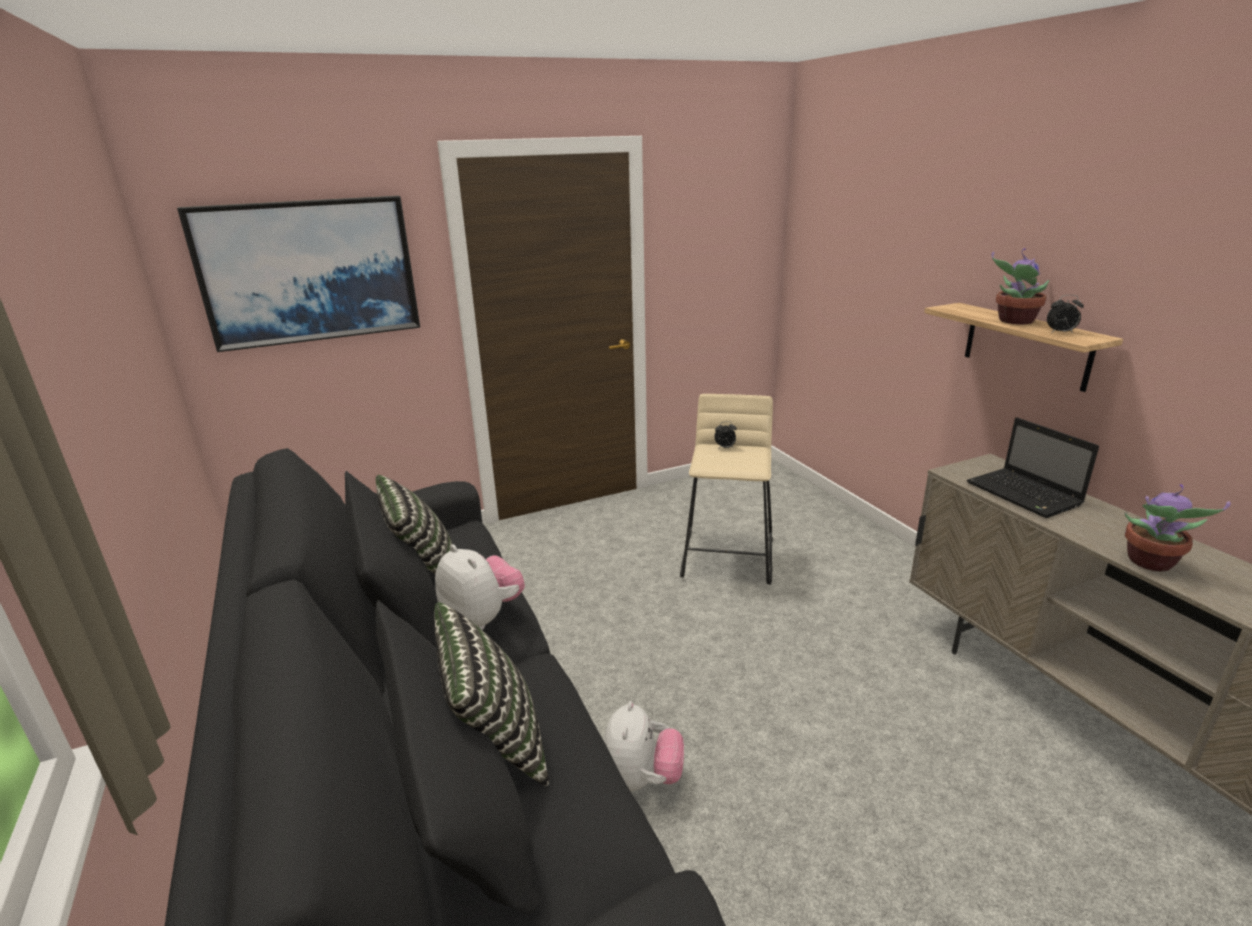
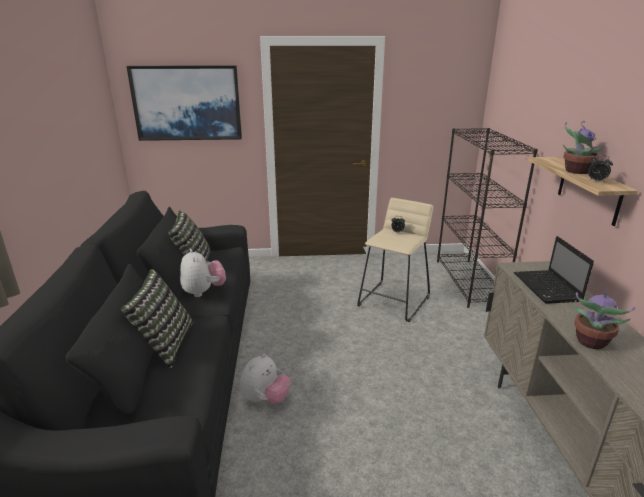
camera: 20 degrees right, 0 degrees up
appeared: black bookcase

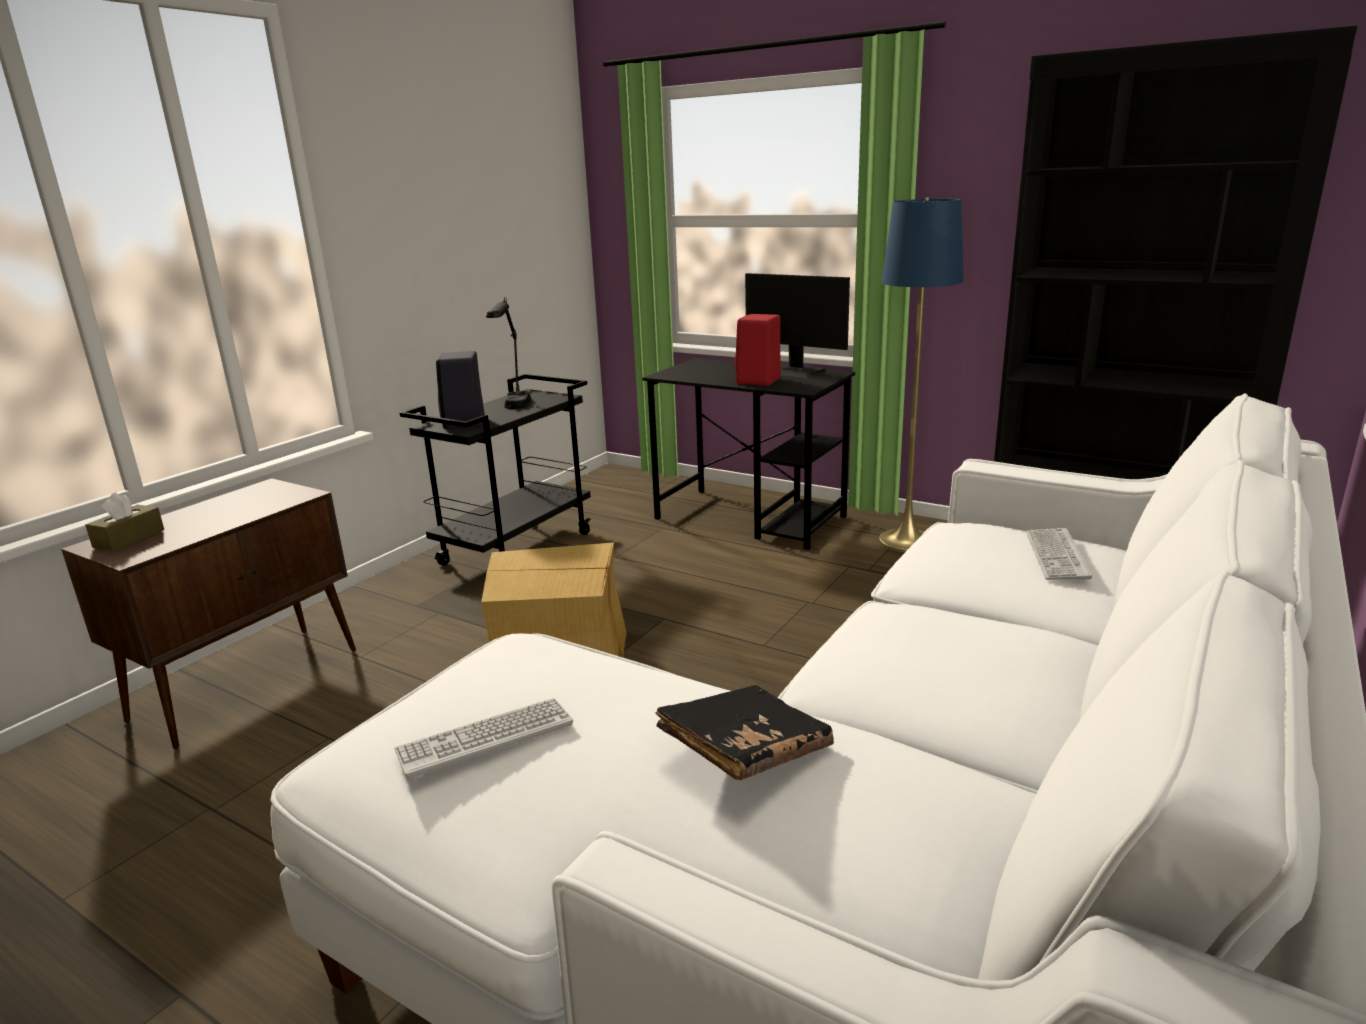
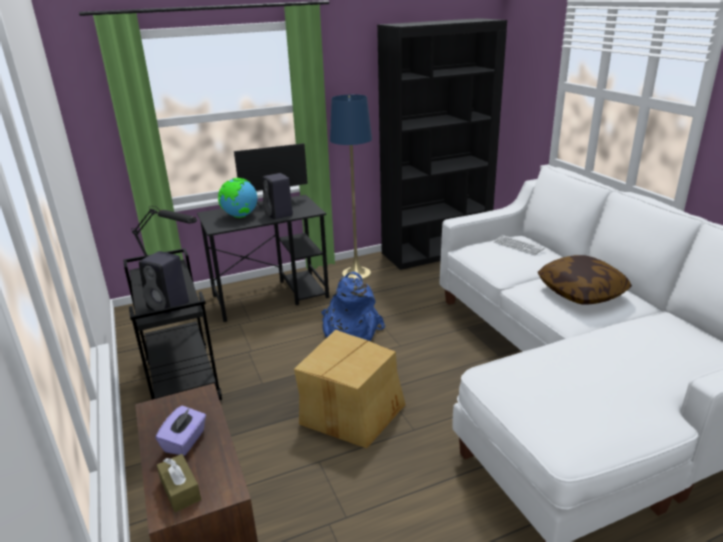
camera: 55 degrees left, 5 degrees up
missing: keyboard (no. 1 from left); black book
appeared: purple tissue box; globe; blue backpack; pillow
colour: red speaker to black speaker (no. 2 from left)

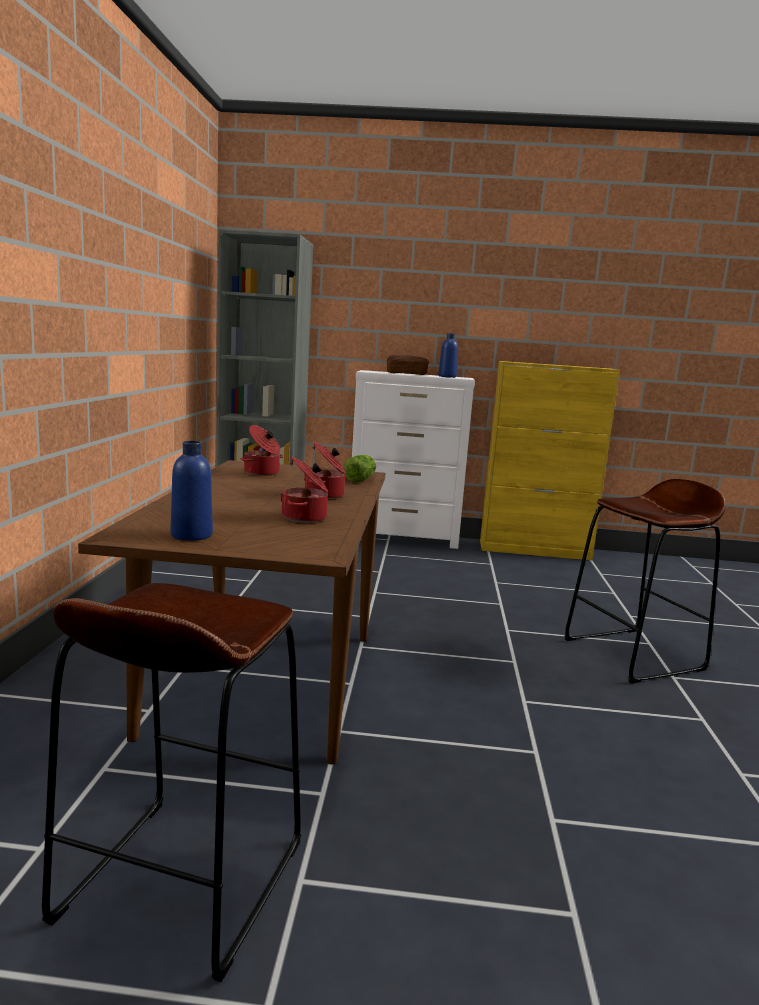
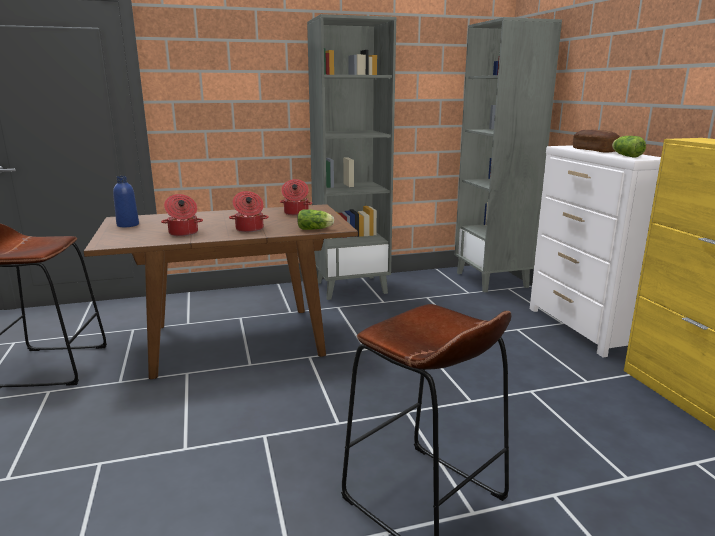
camera: 70 degrees right, 5 degrees up
appeared: grey bookcase (no. 1 from left)
exchanged: blue bottle (no. 2 from left) to lettuce (no. 2 from left)

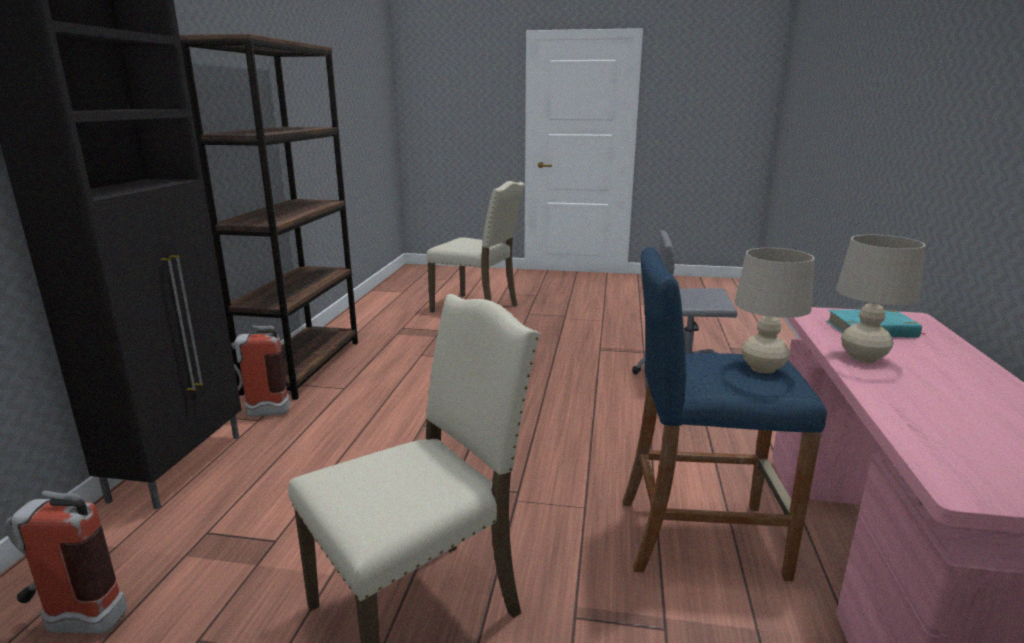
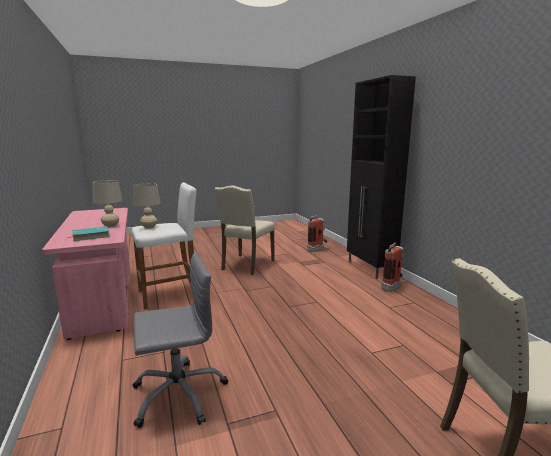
camera: 150 degrees right, 5 degrees down
missing: brown bookcase
colour: blue stool to white stool

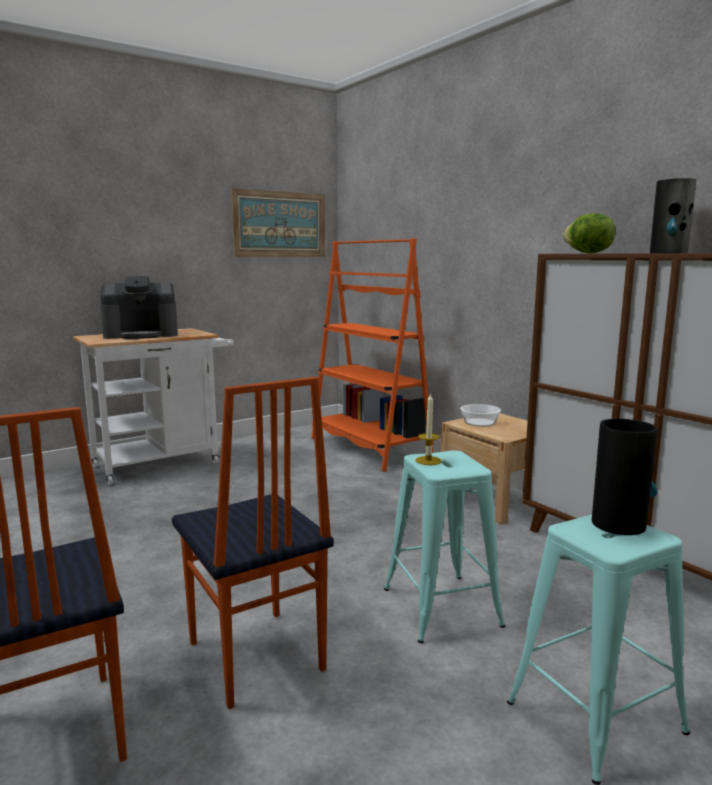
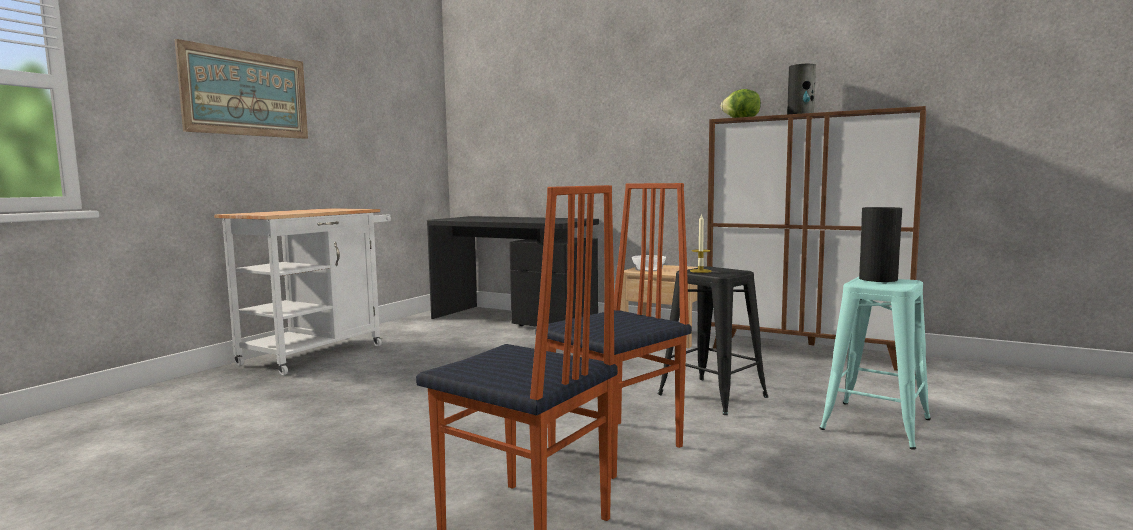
camera: 25 degrees left, 5 degrees down
missing: coffee machine
relocated: picture
exchanged: orange bookcase to black desk
colour: turquoise stool (no. 1 from left) to black stool
spun: chair (no. 2 from left) 75 degrees counterclockwise

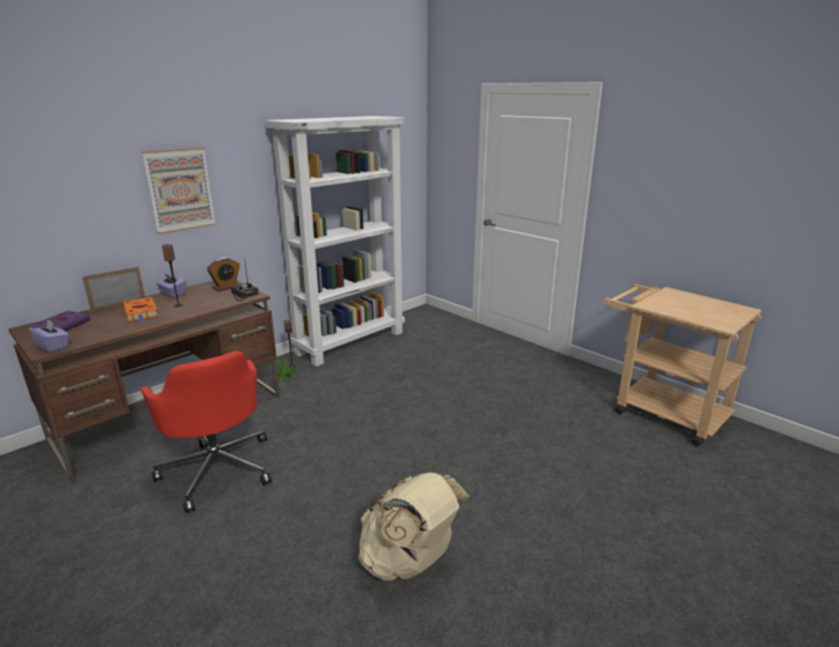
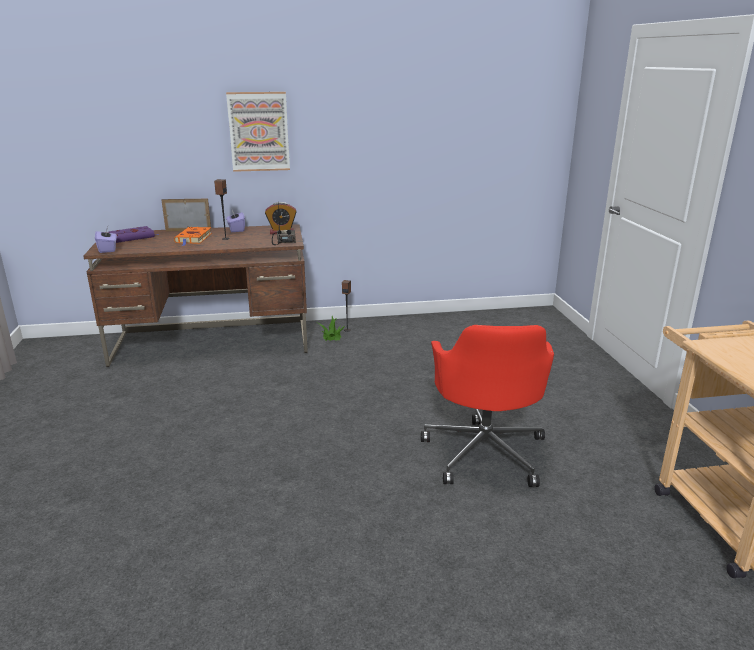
camera: 35 degrees right, 0 degrees up
missing: white bookcase; beige backpack
relocated: red office chair

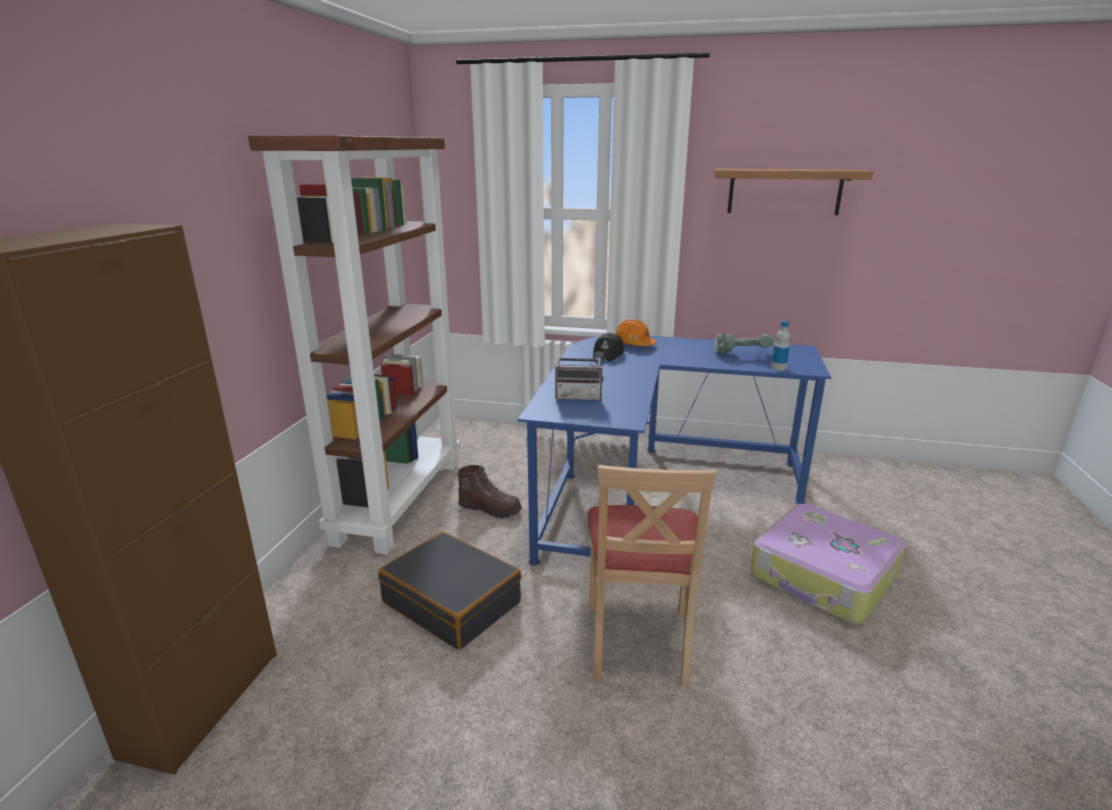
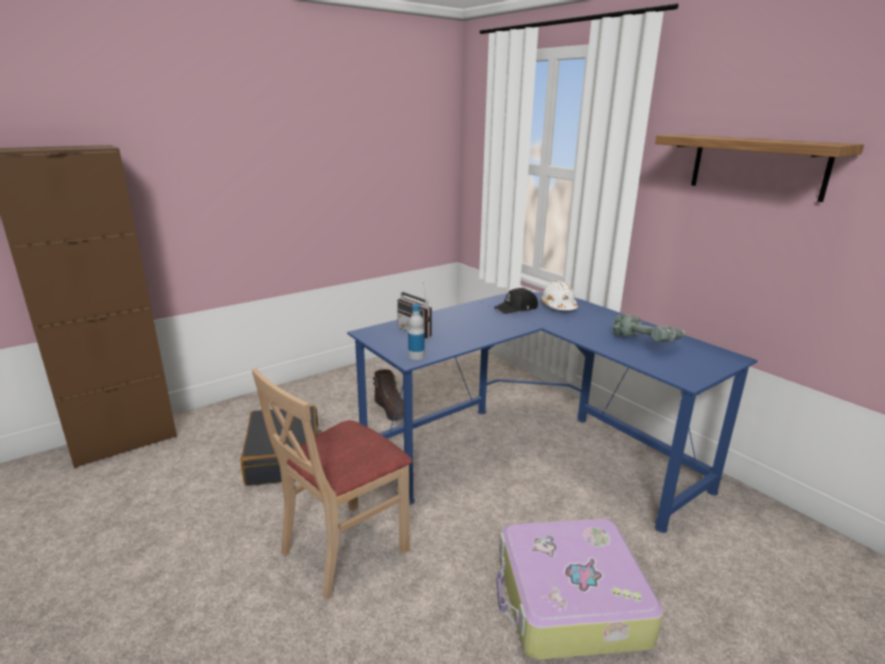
camera: 40 degrees right, 0 degrees up
missing: brown bookcase
relocated: bottle
colour: orange hard hat to white hard hat

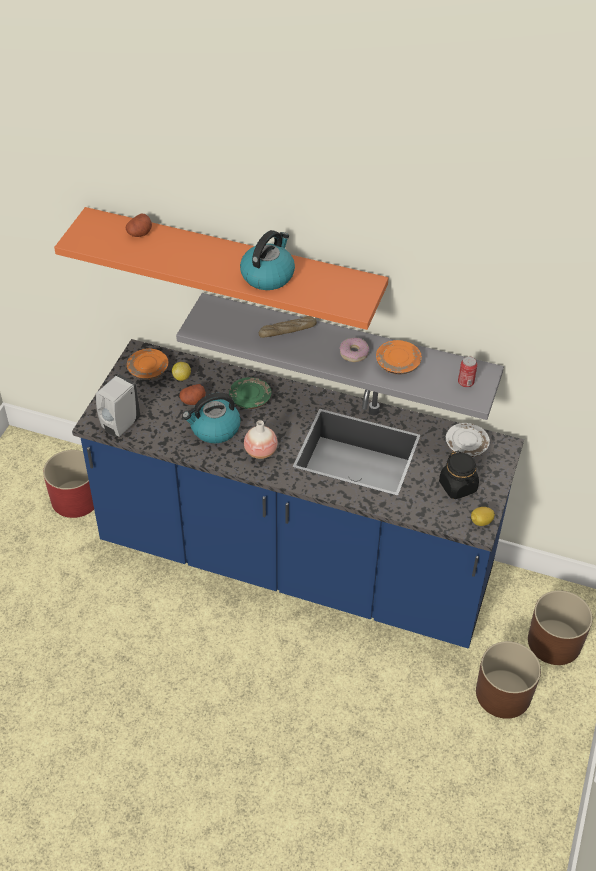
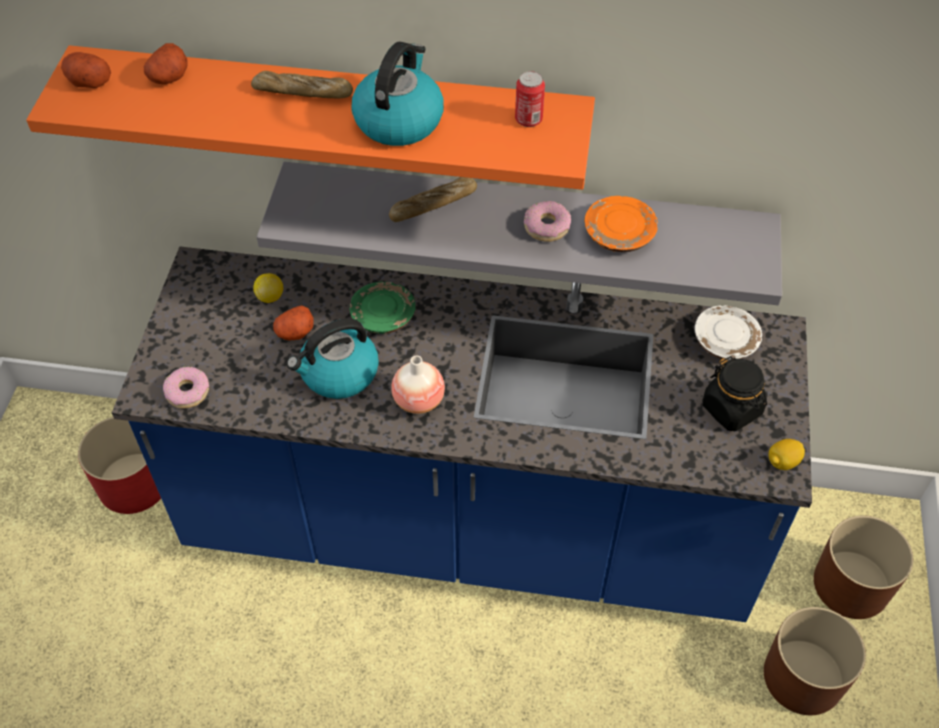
camera: 10 degrees left, 5 degrees up
missing: orange plate (no. 1 from left)
appeared: potato (no. 1 from left); bread (no. 1 from left)
relocated: can
exchanged: white soap dispenser to donut (no. 1 from left)

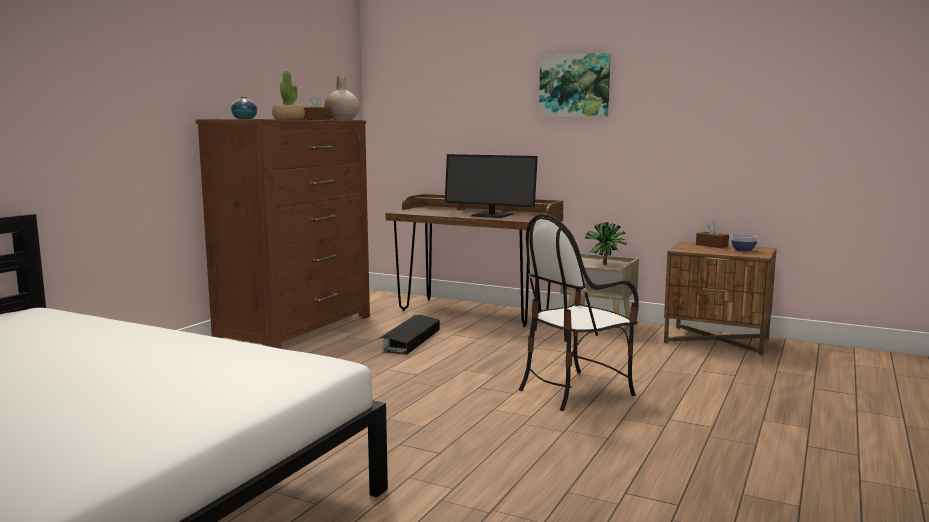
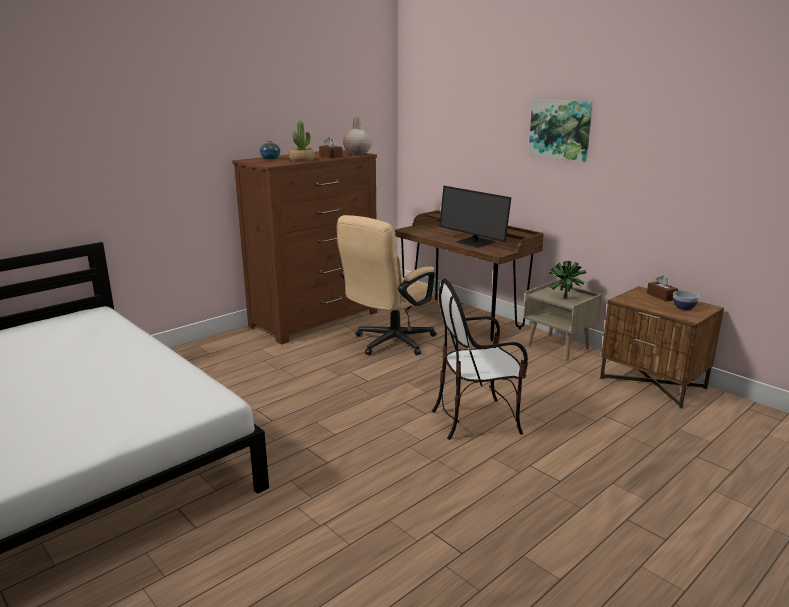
camera: 20 degrees right, 10 degrees up
exchanged: black storage box to beige office chair

